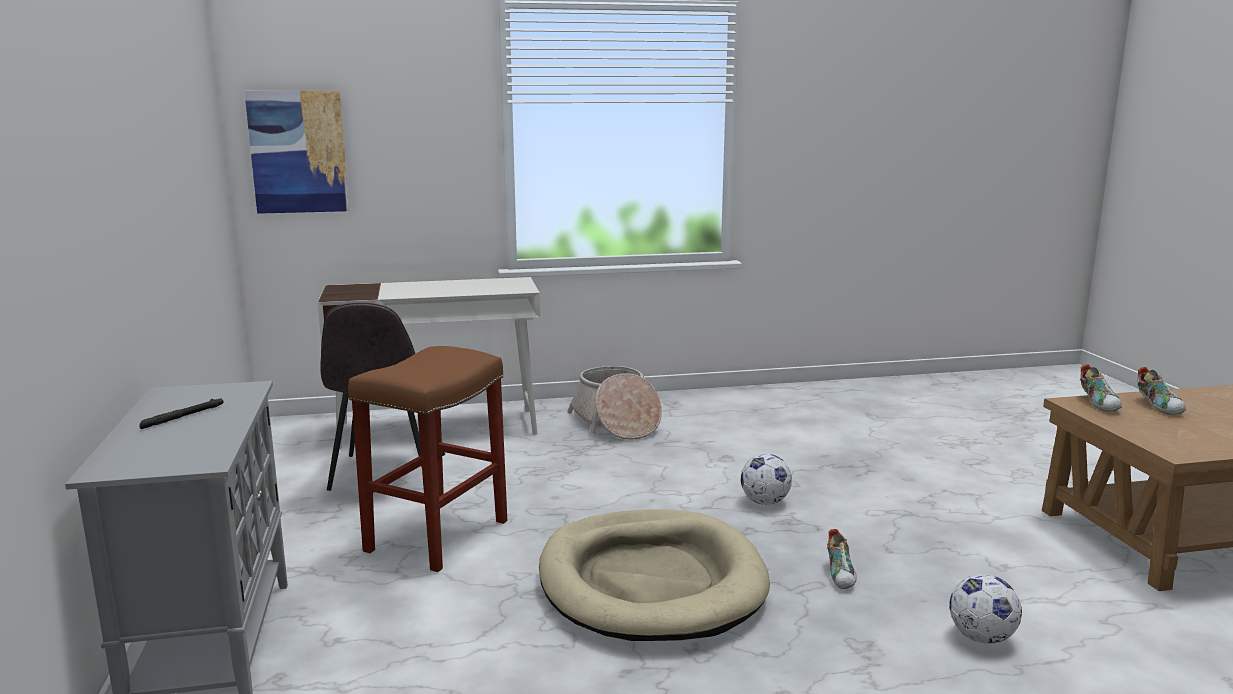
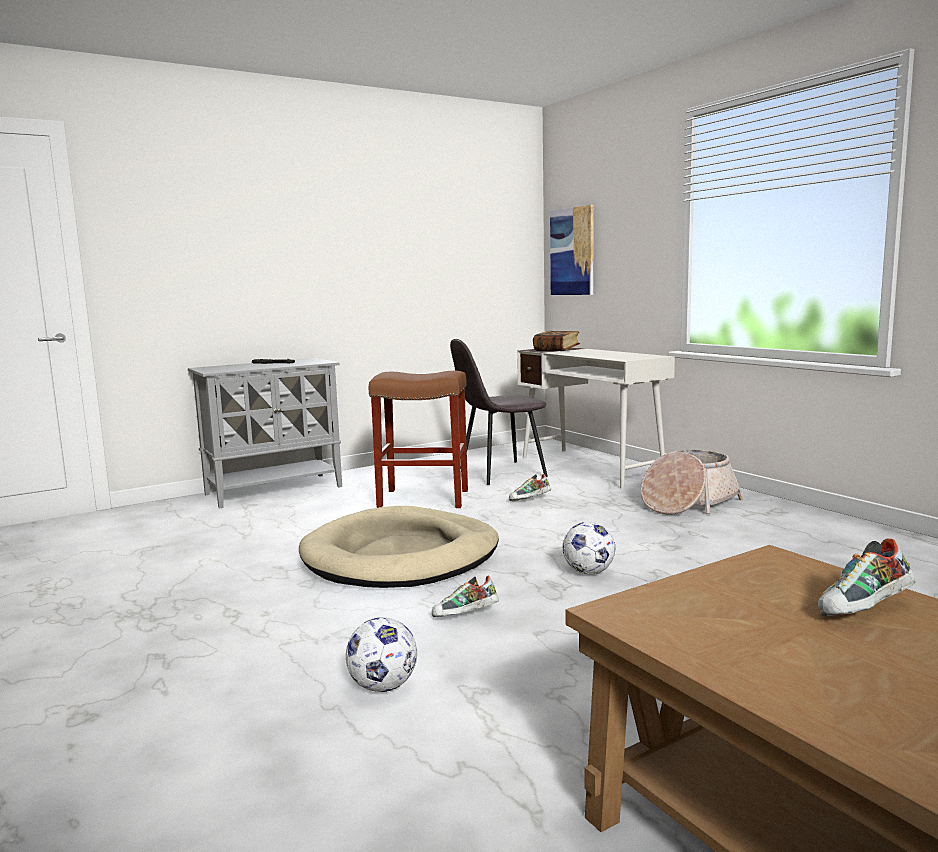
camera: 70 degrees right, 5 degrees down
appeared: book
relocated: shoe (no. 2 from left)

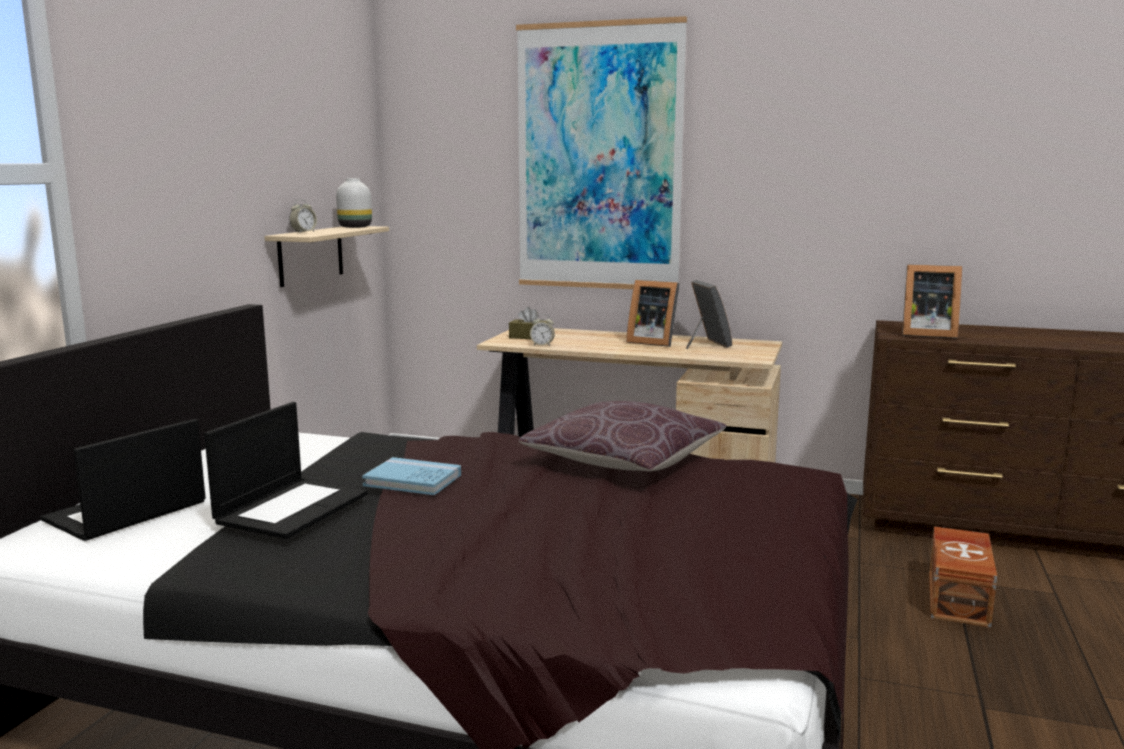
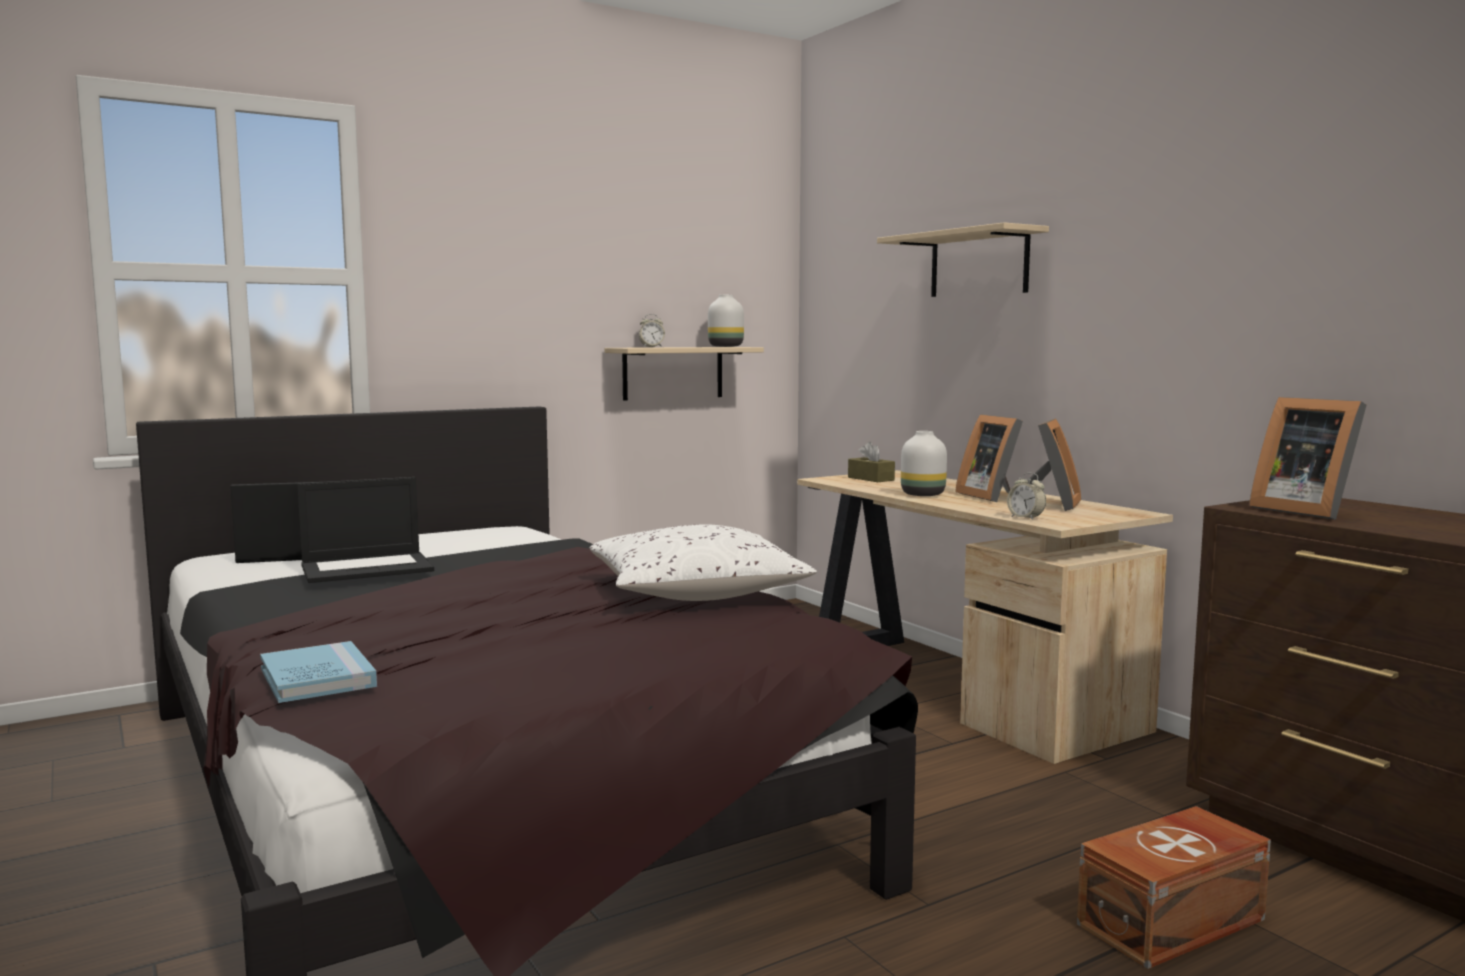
camera: 40 degrees right, 5 degrees down
appeared: white vase (no. 2 from left)
relocated: blue book; alarm clock (no. 2 from left)
exchanged: picture to beige shelf (no. 2 from left)
colour: brown pillow to white pillow

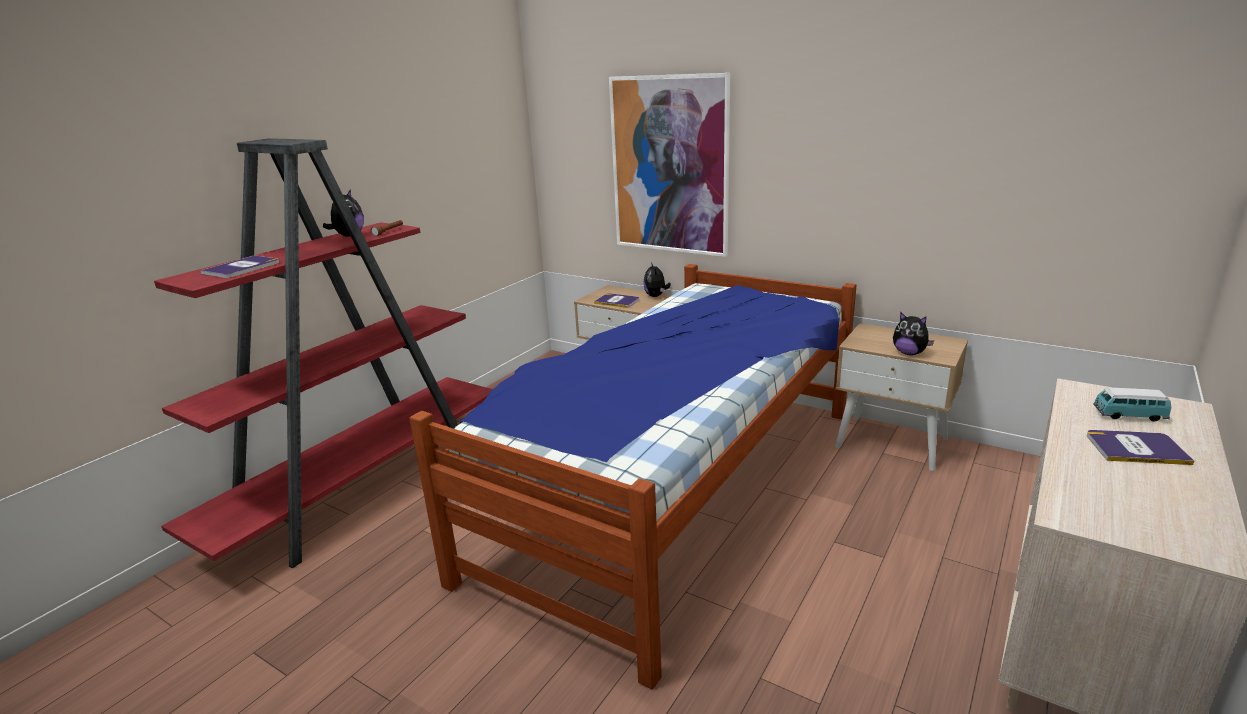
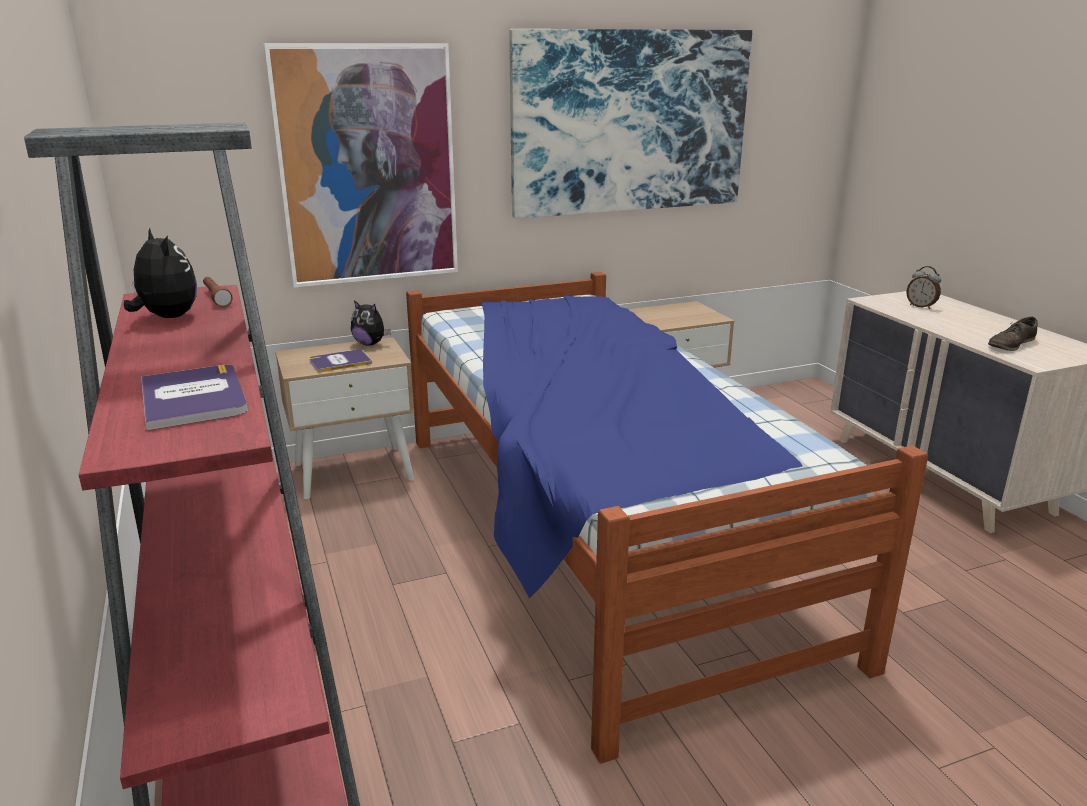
camera: 55 degrees left, 0 degrees up
missing: plush toy (no. 3 from left); book (no. 3 from left)
appeared: picture (no. 2 from left); brown shoe
exchanged: toy car to alarm clock

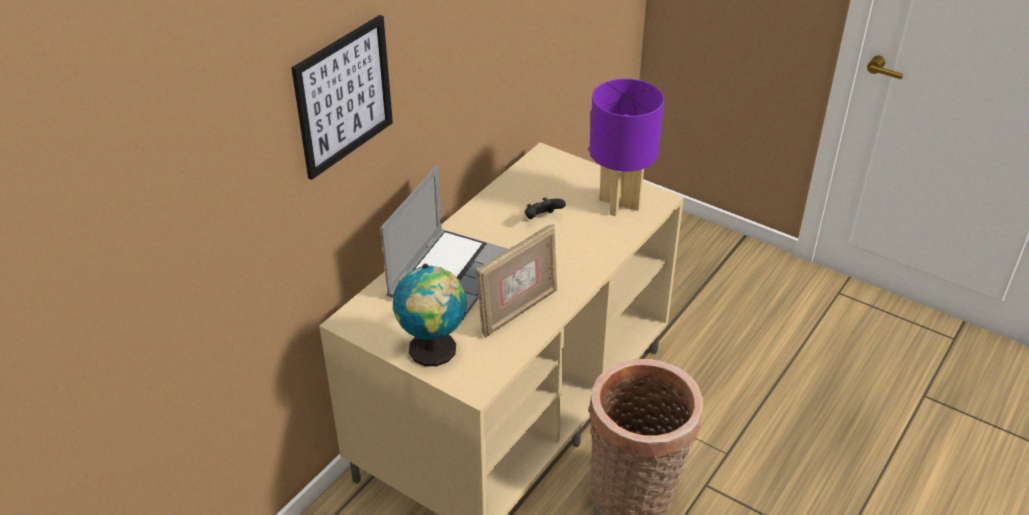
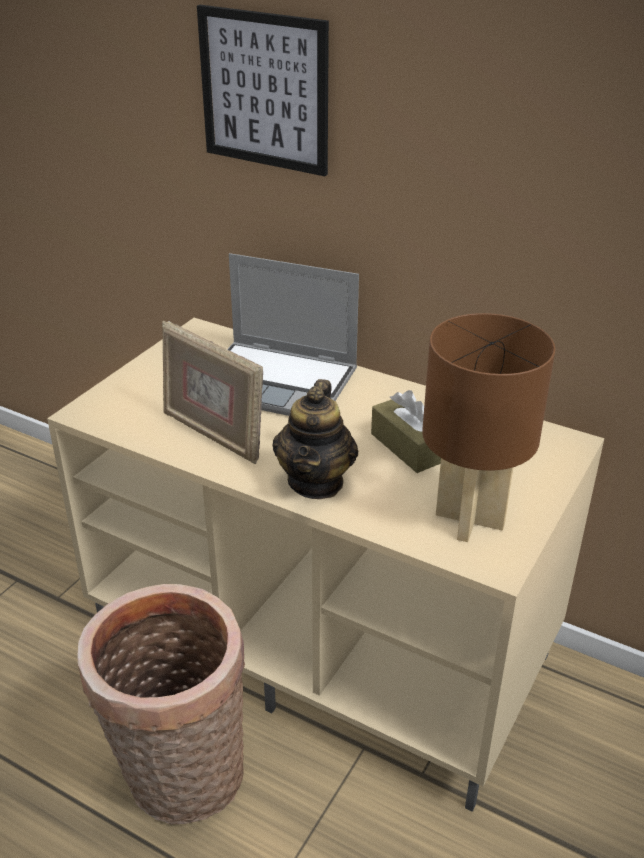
camera: 85 degrees right, 5 degrees down
missing: globe
appeared: teapot
exchanged: black game controller to brown tissue box
colour: purple table lamp to brown table lamp

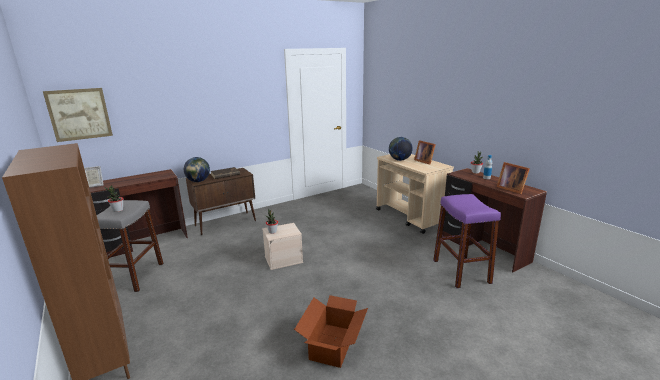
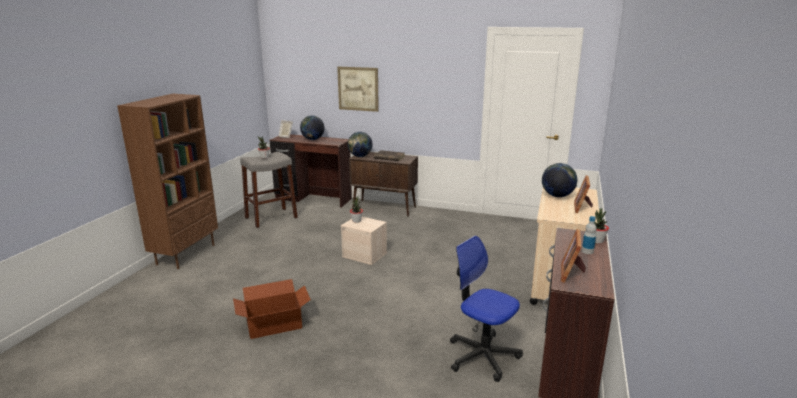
camera: 50 degrees right, 0 degrees up
appeared: globe (no. 1 from left)
relocated: picture
exchanged: purple stool to office chair

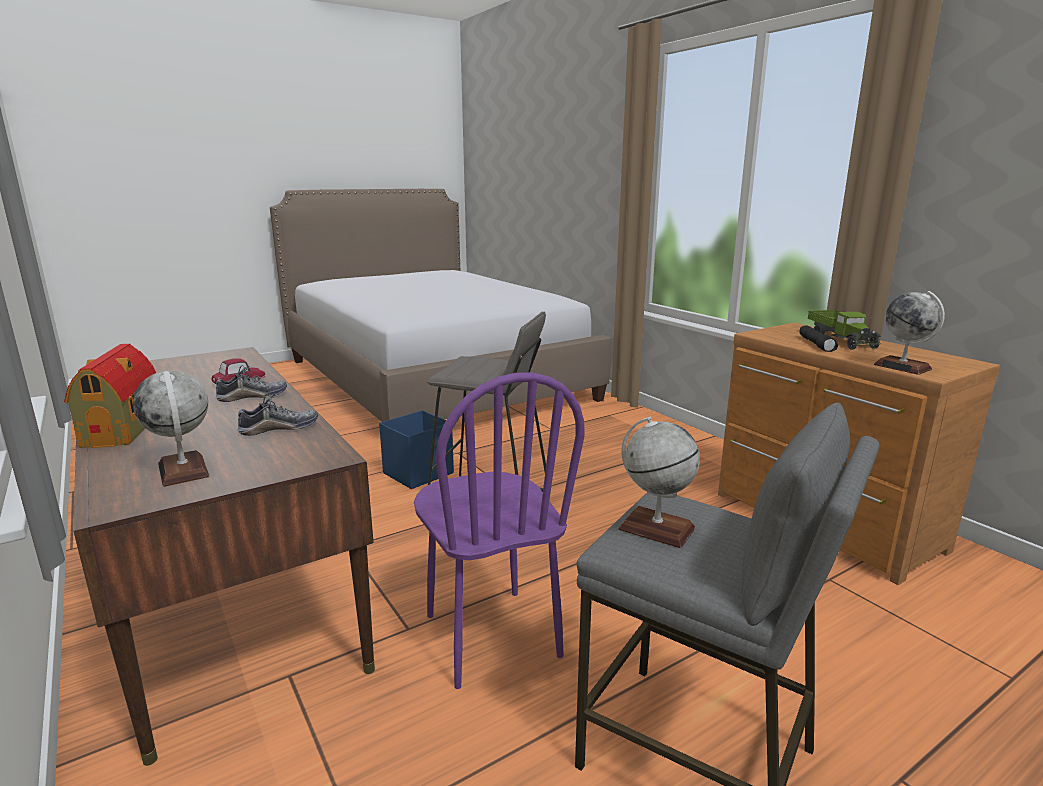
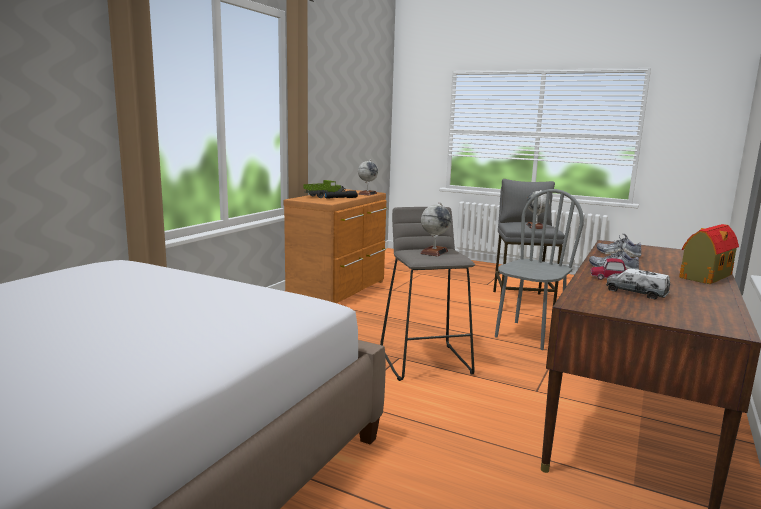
camera: 120 degrees left, 5 degrees down
missing: blue storage box
appeared: toy truck (no. 2 from left)
relocated: globe (no. 1 from left in the first image) to globe (no. 2 from left)
colour: purple chair to grey chair

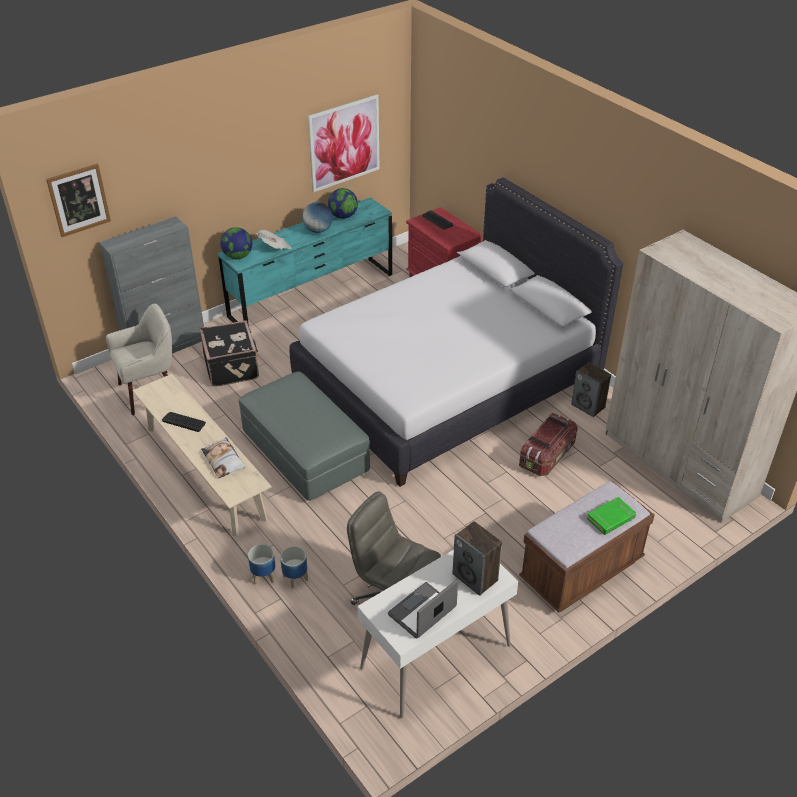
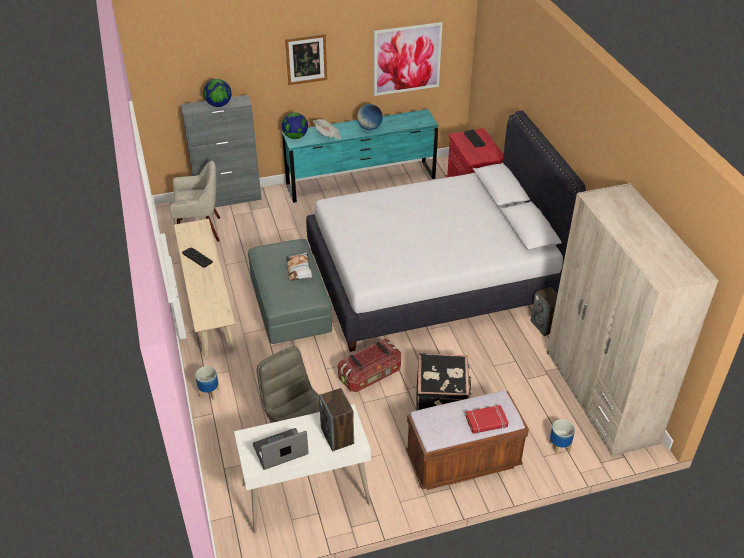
camera: 20 degrees right, 0 degrees up
relocated: picture (no. 1 from left); black suitcase; pillow; planter (no. 2 from left); globe (no. 3 from left in the first image) to globe (no. 1 from left); storage box
colour: green book to red book

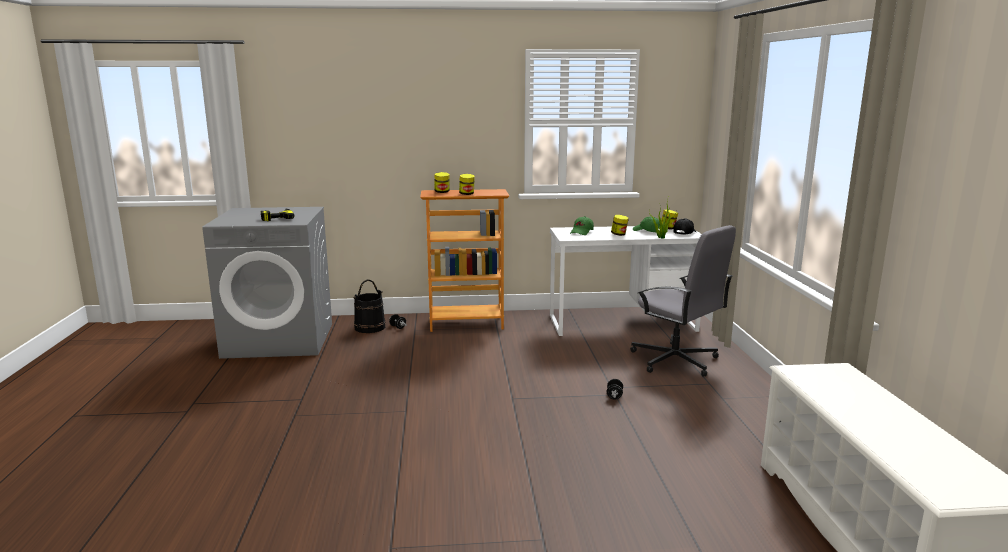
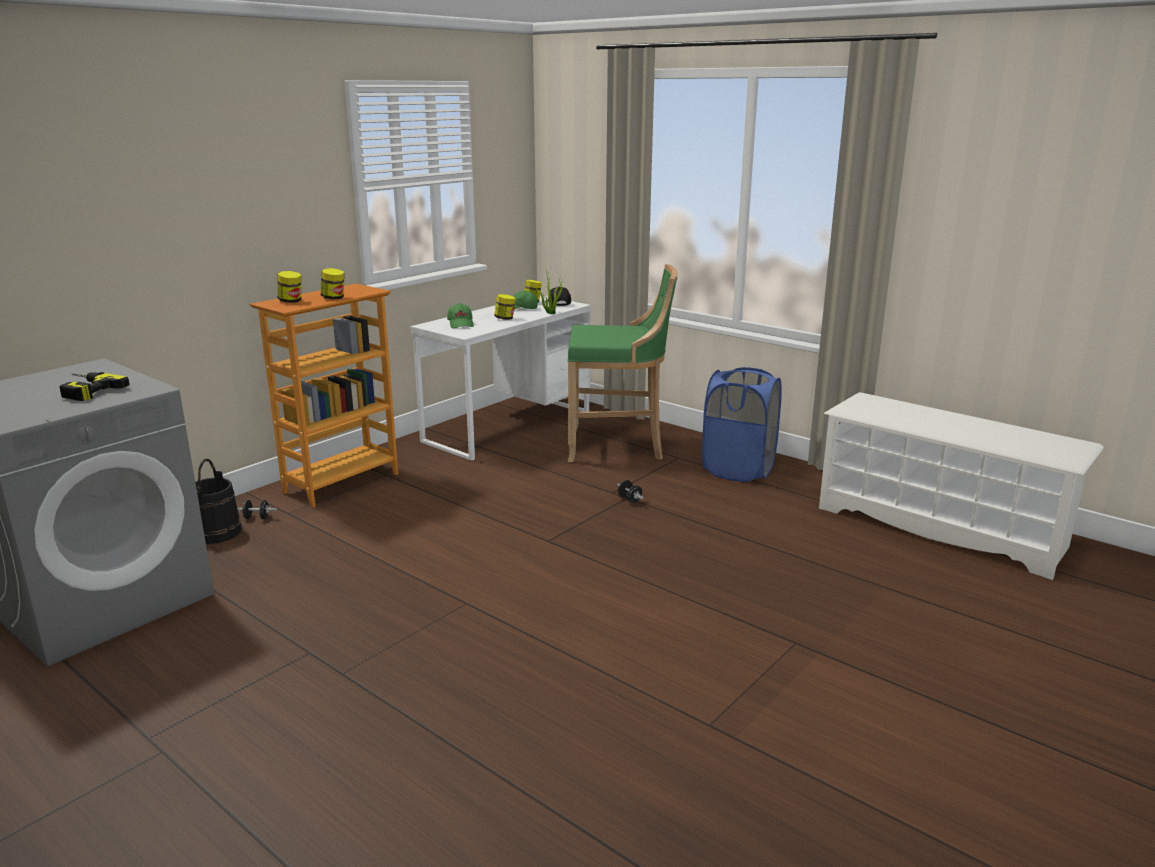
camera: 45 degrees left, 5 degrees up
appeared: blue laundry basket
exchanged: grey office chair to green stool

